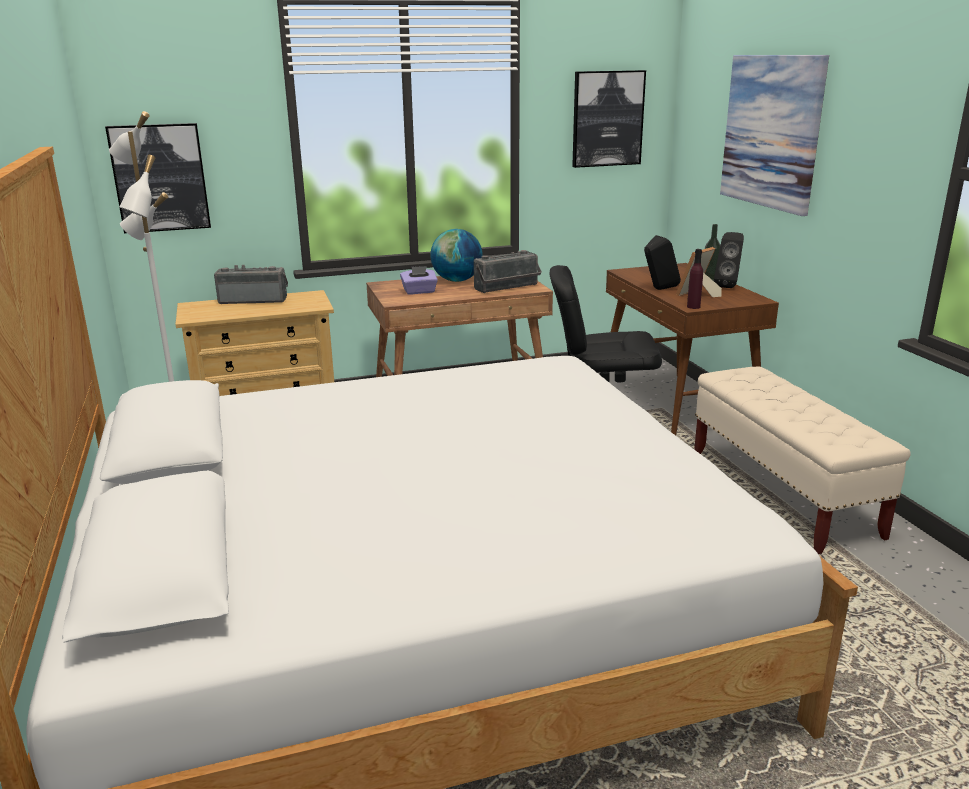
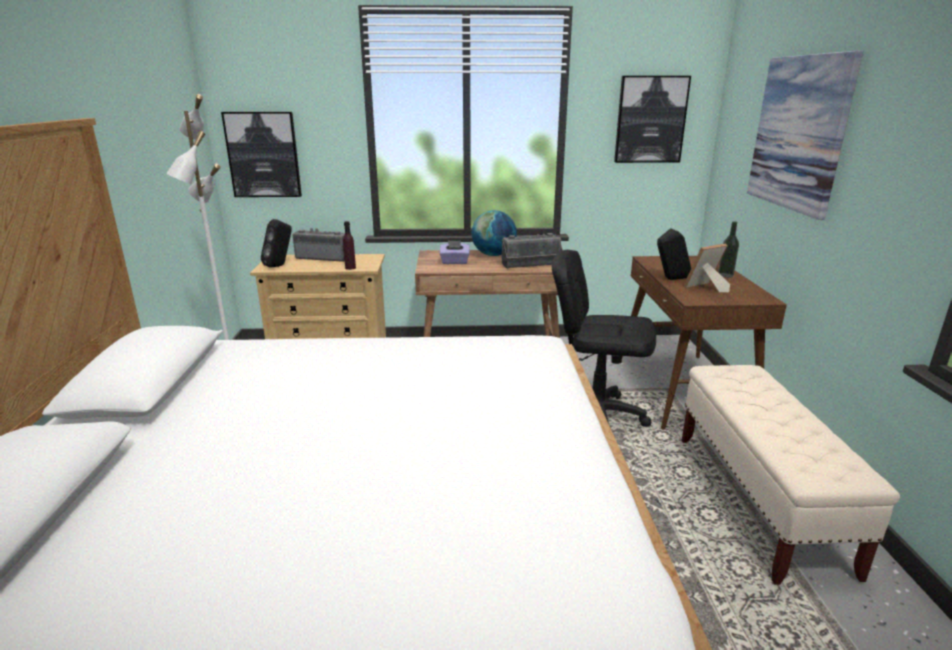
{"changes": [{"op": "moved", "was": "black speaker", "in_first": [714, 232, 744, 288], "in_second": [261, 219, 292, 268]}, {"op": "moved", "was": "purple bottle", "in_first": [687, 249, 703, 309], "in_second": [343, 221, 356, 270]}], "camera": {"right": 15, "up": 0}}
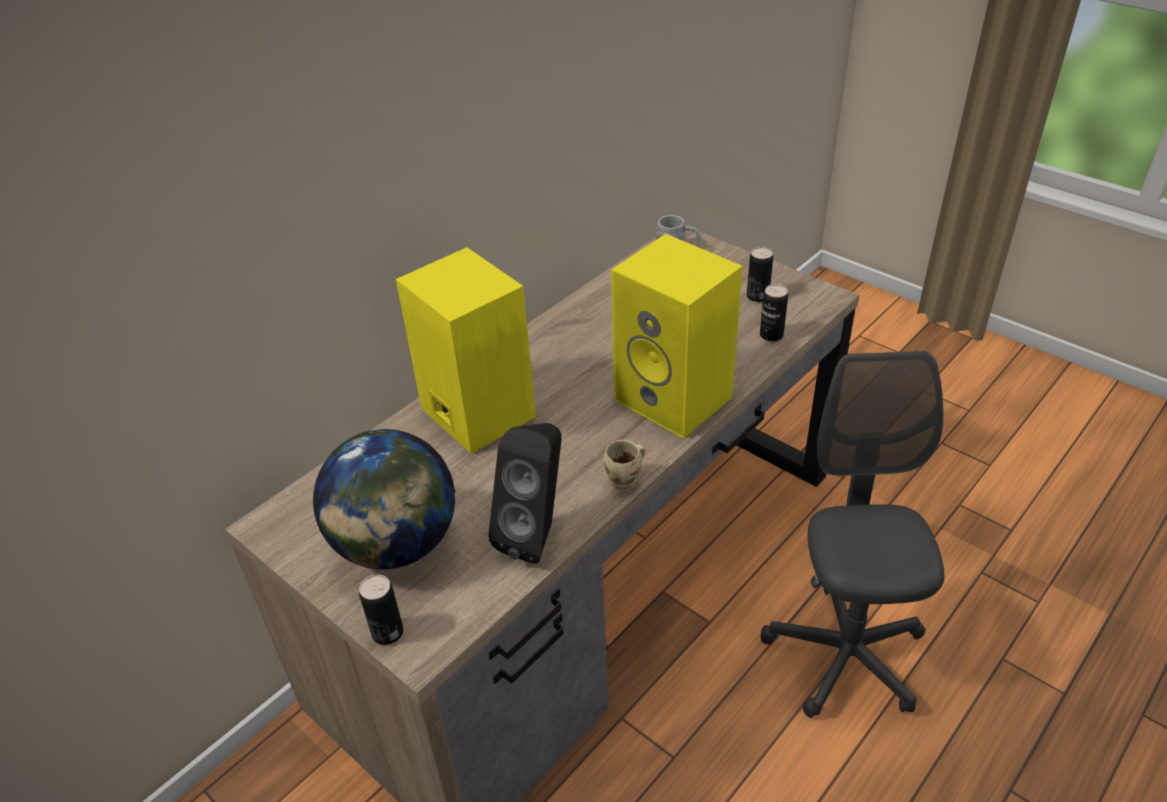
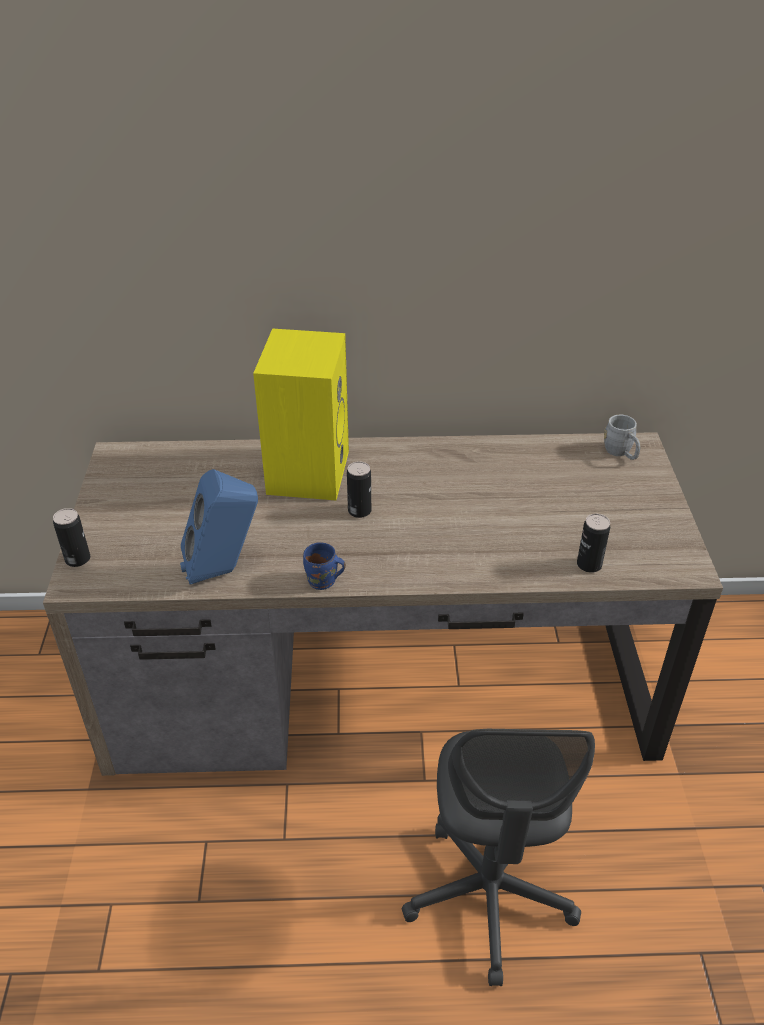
{"changes": [{"op": "removed", "was": "yellow speaker", "in_first": [611, 234, 743, 439]}, {"op": "moved", "was": "can", "in_first": [747, 247, 773, 302], "in_second": [347, 461, 371, 518]}, {"op": "turned", "was": "grey office chair", "in_first": [760, 351, 944, 718], "in_second": [402, 729, 595, 986], "clockwise": 135}, {"op": "recoloured", "was": "black speaker", "now": "blue speaker", "in_first": [488, 423, 562, 564], "in_second": [180, 469, 258, 585]}, {"op": "removed", "was": "globe", "in_first": [313, 429, 455, 569]}, {"op": "recoloured", "was": "beige mug", "now": "blue mug", "in_first": [604, 440, 646, 491], "in_second": [303, 542, 346, 590]}], "camera": {"right": 45, "up": 0}}
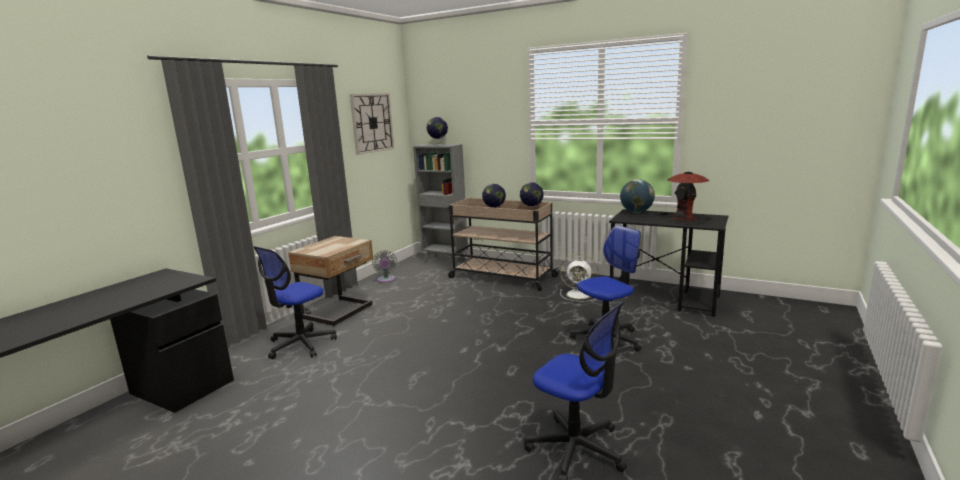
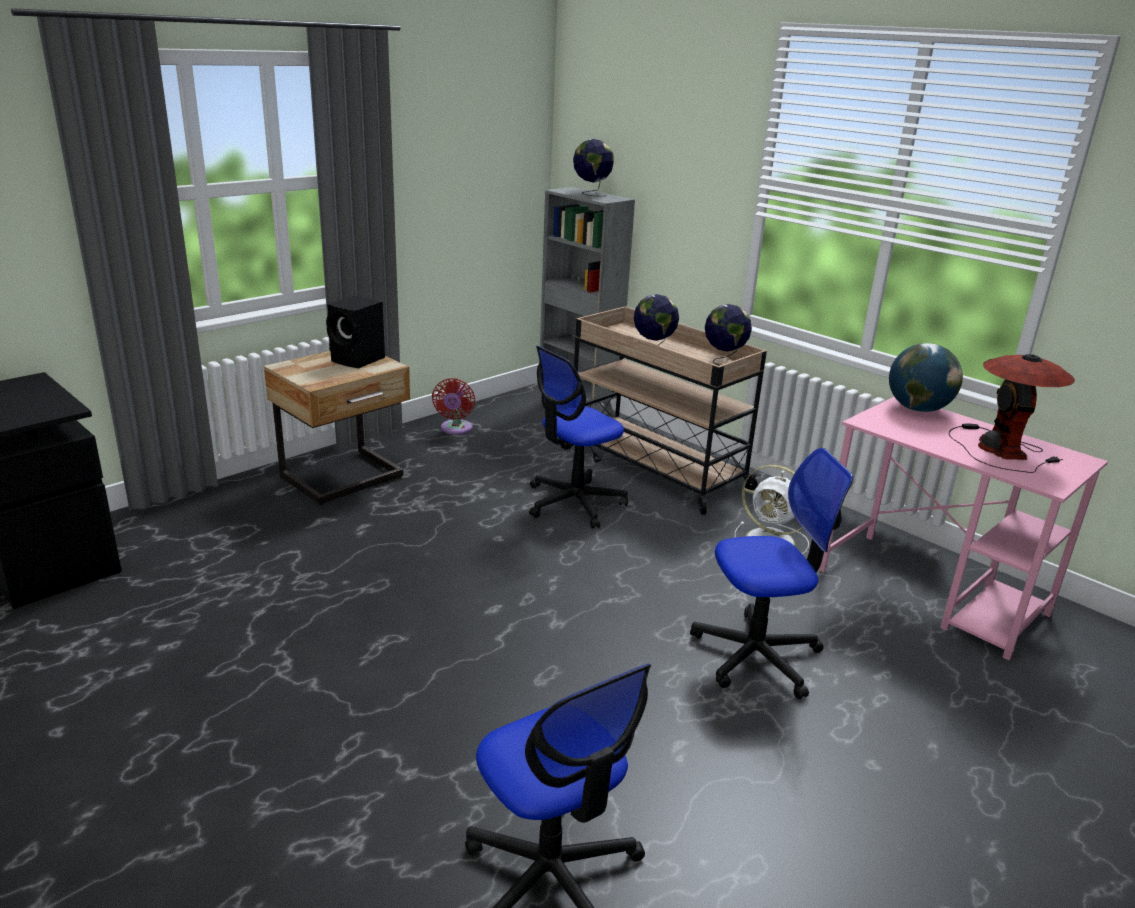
{"changes": [{"op": "removed", "was": "wall clock", "in_first": [350, 93, 394, 155]}, {"op": "recoloured", "was": "black desk", "now": "pink desk", "in_first": [609, 209, 728, 317], "in_second": [819, 397, 1108, 660]}, {"op": "moved", "was": "office chair", "in_first": [254, 246, 337, 359], "in_second": [529, 346, 628, 528]}, {"op": "recoloured", "was": "grey fan", "now": "red fan", "in_first": [372, 250, 397, 283], "in_second": [432, 378, 475, 434]}, {"op": "added", "now": "black speaker", "in_second": [326, 296, 385, 368]}], "camera": {"right": 15, "up": 10}}
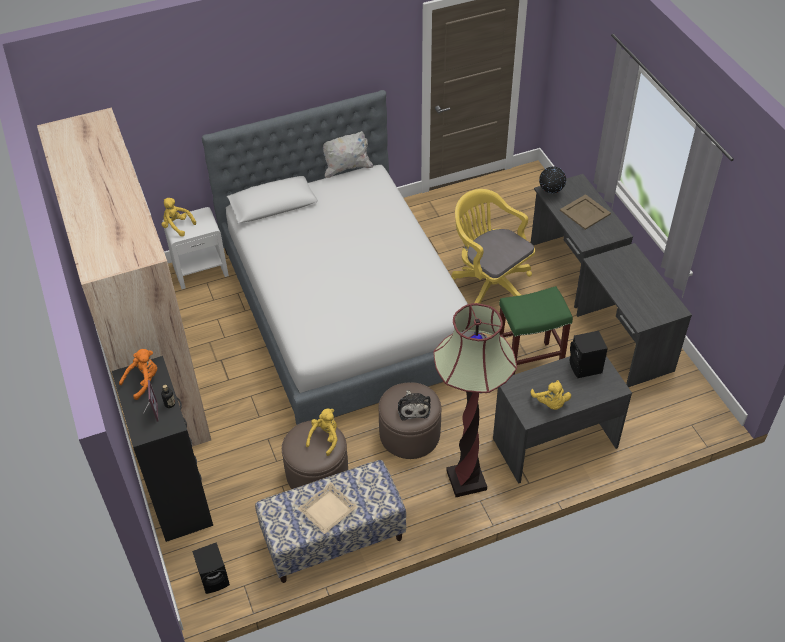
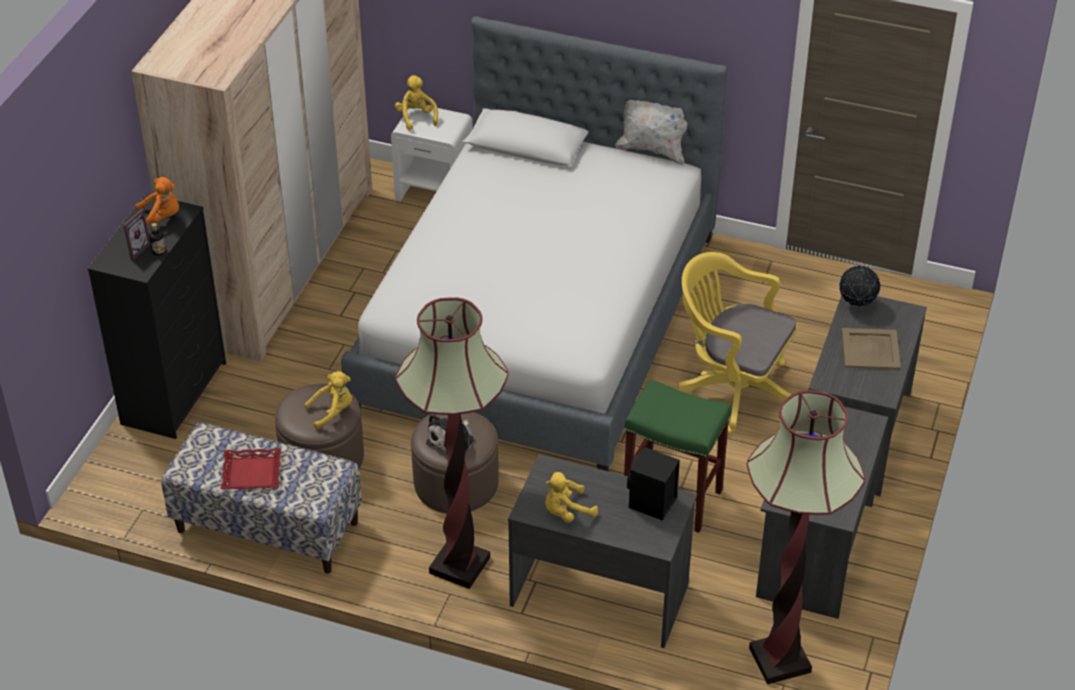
{"changes": [{"op": "turned", "was": "yellow office chair", "in_first": [452, 189, 535, 304], "in_second": [676, 252, 797, 434], "clockwise": -60}, {"op": "turned", "was": "yellow plush toy", "in_first": [530, 380, 571, 410], "in_second": [545, 472, 598, 523], "clockwise": 45}, {"op": "recoloured", "was": "beige tray", "now": "red tray", "in_first": [298, 482, 358, 534], "in_second": [221, 448, 281, 489]}, {"op": "removed", "was": "black speaker", "in_first": [192, 542, 230, 594]}, {"op": "added", "now": "floor lamp", "in_second": [746, 390, 866, 684]}], "camera": {"right": 40, "up": -5}}
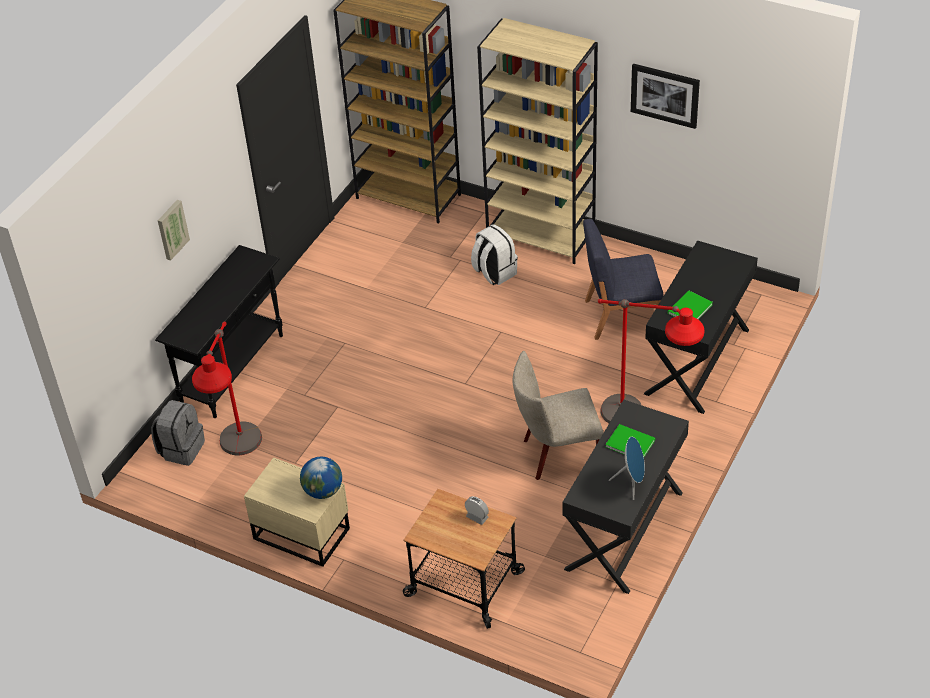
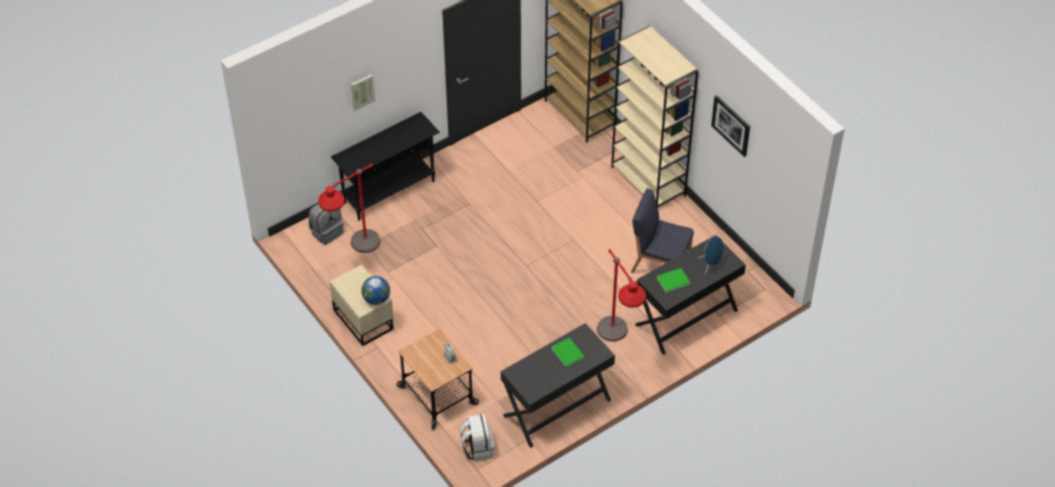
{"changes": [{"op": "moved", "was": "white backpack", "in_first": [471, 224, 518, 285], "in_second": [460, 414, 495, 461]}, {"op": "removed", "was": "beige chair", "in_first": [512, 351, 604, 480]}, {"op": "moved", "was": "blue speaker", "in_first": [609, 437, 645, 500], "in_second": [698, 236, 724, 276]}], "camera": {"right": 25, "up": 5}}
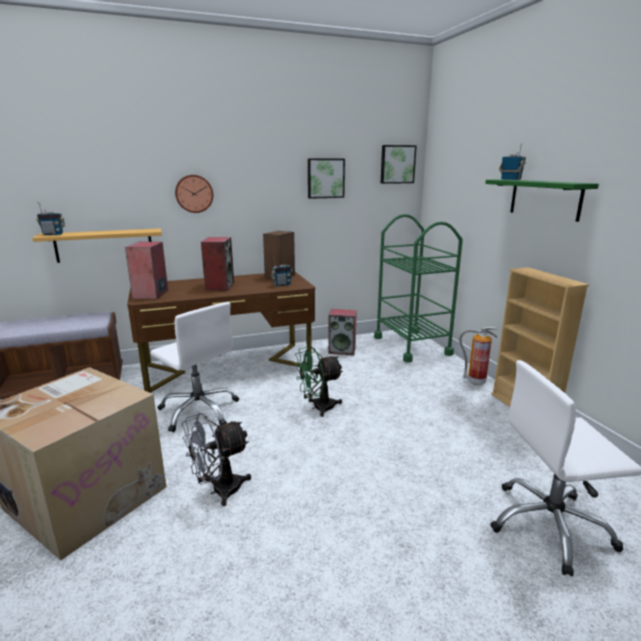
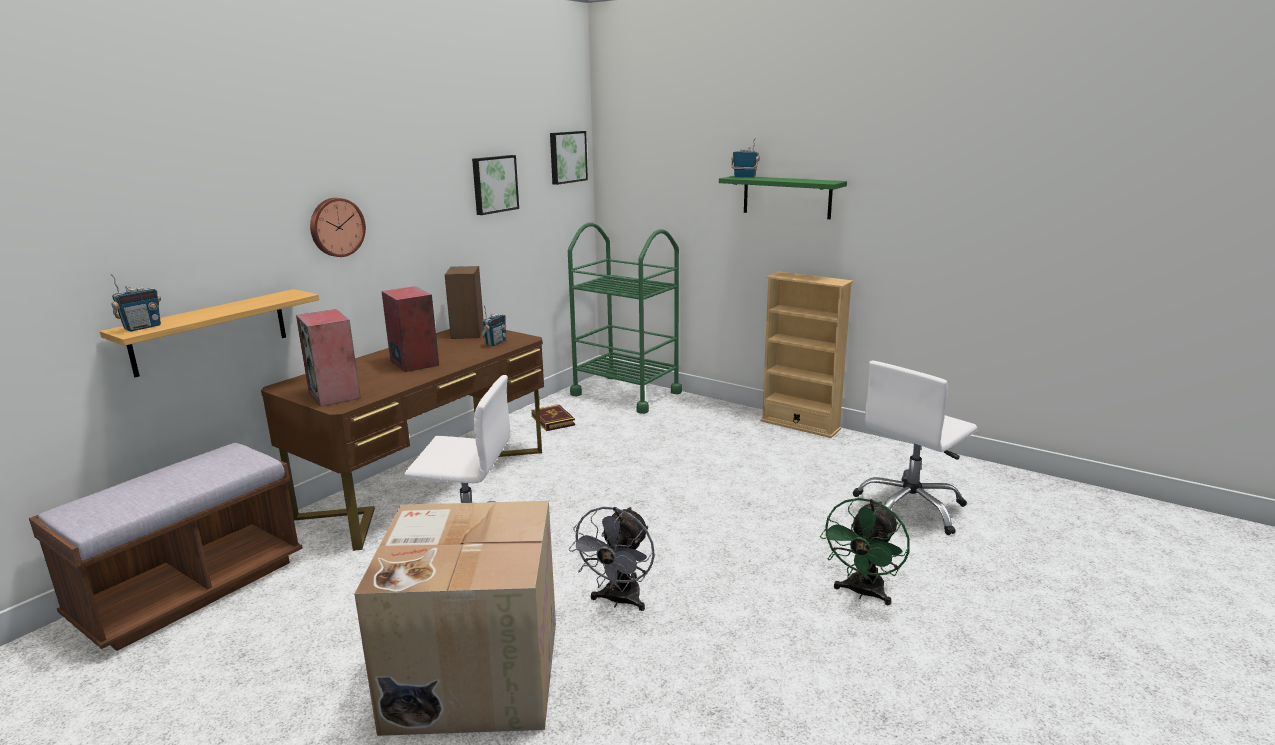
{"changes": [{"op": "replaced", "was": "speaker", "now": "book", "in_first": [328, 309, 357, 355], "in_second": [531, 404, 575, 431]}, {"op": "removed", "was": "fire extinguisher", "in_first": [459, 327, 497, 385]}, {"op": "moved", "was": "green fan", "in_first": [294, 346, 343, 417], "in_second": [820, 498, 910, 605]}], "camera": {"right": -35, "up": 0}}
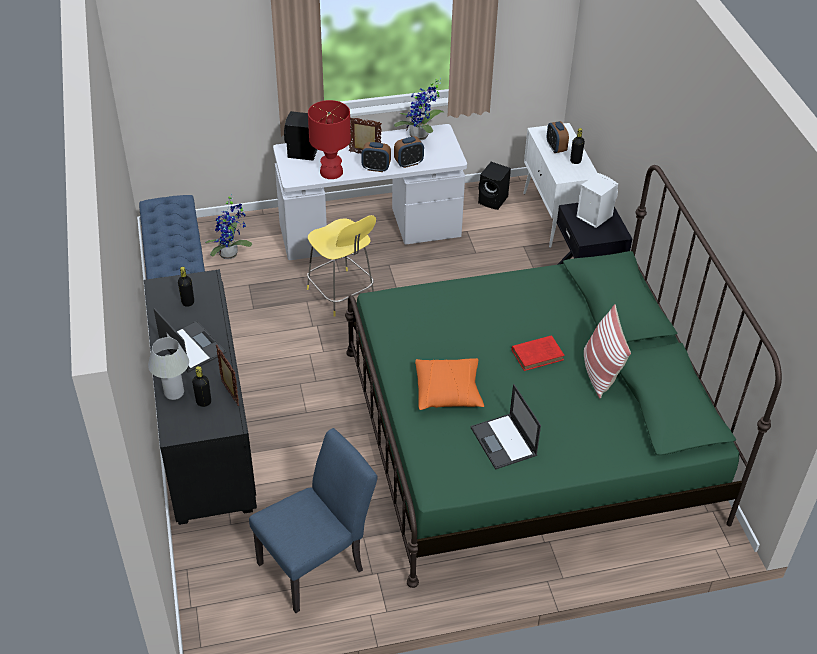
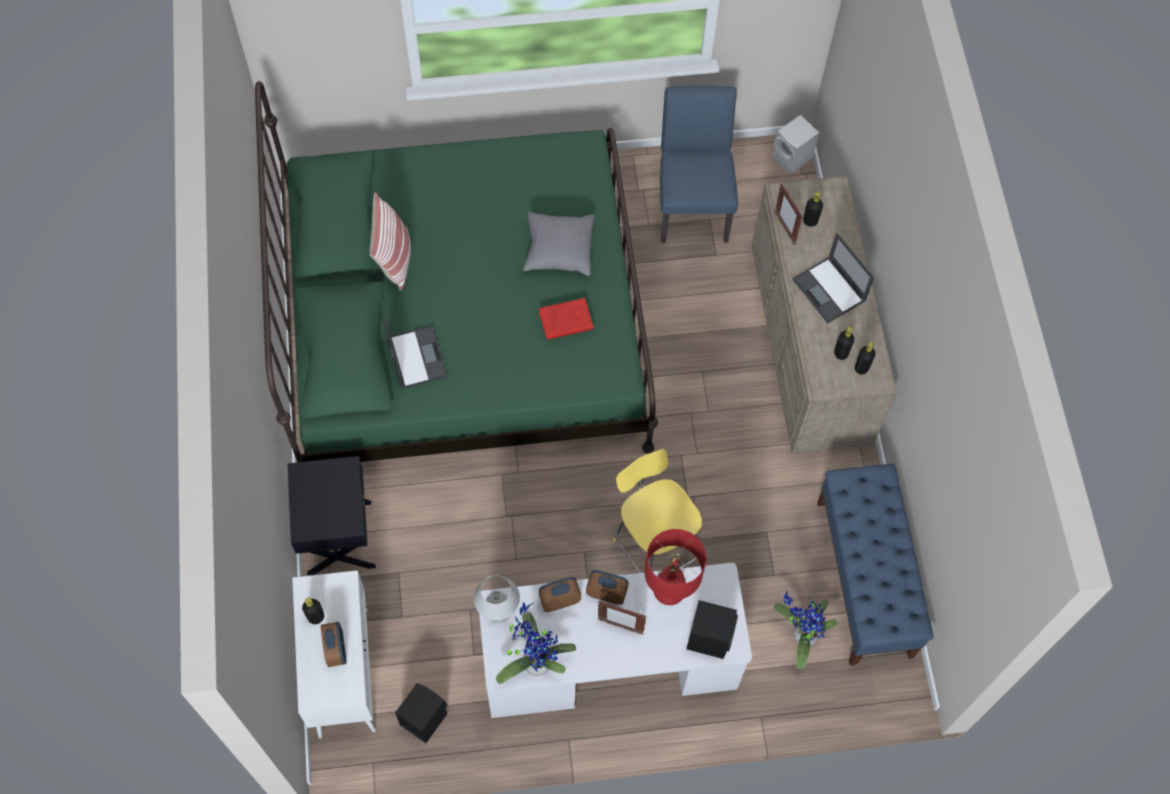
{"changes": [{"op": "moved", "was": "white speaker", "in_first": [576, 173, 618, 228], "in_second": [772, 115, 819, 174]}, {"op": "recoloured", "was": "black dresser", "now": "beige dresser", "in_first": [144, 269, 257, 525], "in_second": [752, 176, 897, 453]}, {"op": "moved", "was": "red book", "in_first": [512, 335, 565, 371], "in_second": [539, 298, 594, 340]}, {"op": "moved", "was": "white table lamp", "in_first": [148, 337, 189, 400], "in_second": [474, 575, 520, 624]}, {"op": "recoloured", "was": "orange pillow", "now": "grey pillow", "in_first": [415, 358, 484, 410], "in_second": [523, 212, 594, 276]}, {"op": "moved", "was": "laptop", "in_first": [471, 384, 541, 470], "in_second": [383, 315, 448, 390]}, {"op": "turned", "was": "blue chair", "in_first": [249, 428, 377, 613], "in_second": [660, 86, 738, 243], "clockwise": 120}, {"op": "added", "now": "black bottle", "in_second": [855, 342, 875, 375]}], "camera": {"right": -175, "up": 20}}
